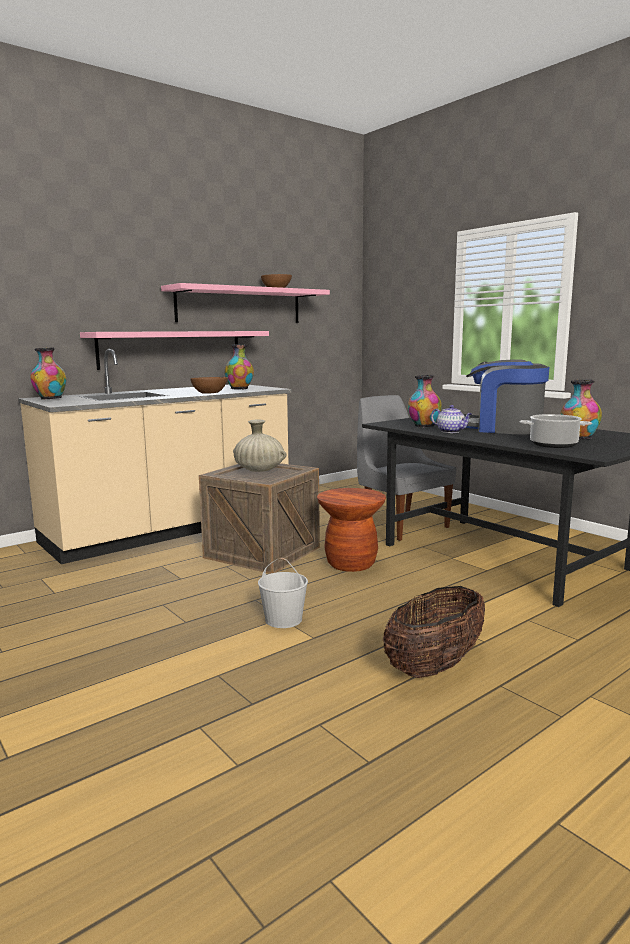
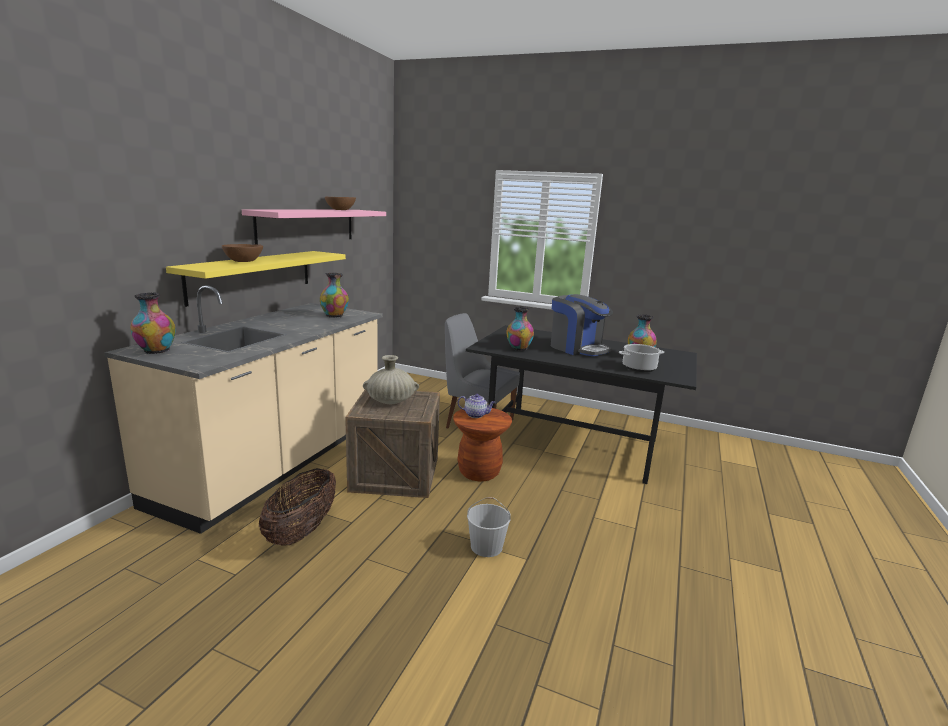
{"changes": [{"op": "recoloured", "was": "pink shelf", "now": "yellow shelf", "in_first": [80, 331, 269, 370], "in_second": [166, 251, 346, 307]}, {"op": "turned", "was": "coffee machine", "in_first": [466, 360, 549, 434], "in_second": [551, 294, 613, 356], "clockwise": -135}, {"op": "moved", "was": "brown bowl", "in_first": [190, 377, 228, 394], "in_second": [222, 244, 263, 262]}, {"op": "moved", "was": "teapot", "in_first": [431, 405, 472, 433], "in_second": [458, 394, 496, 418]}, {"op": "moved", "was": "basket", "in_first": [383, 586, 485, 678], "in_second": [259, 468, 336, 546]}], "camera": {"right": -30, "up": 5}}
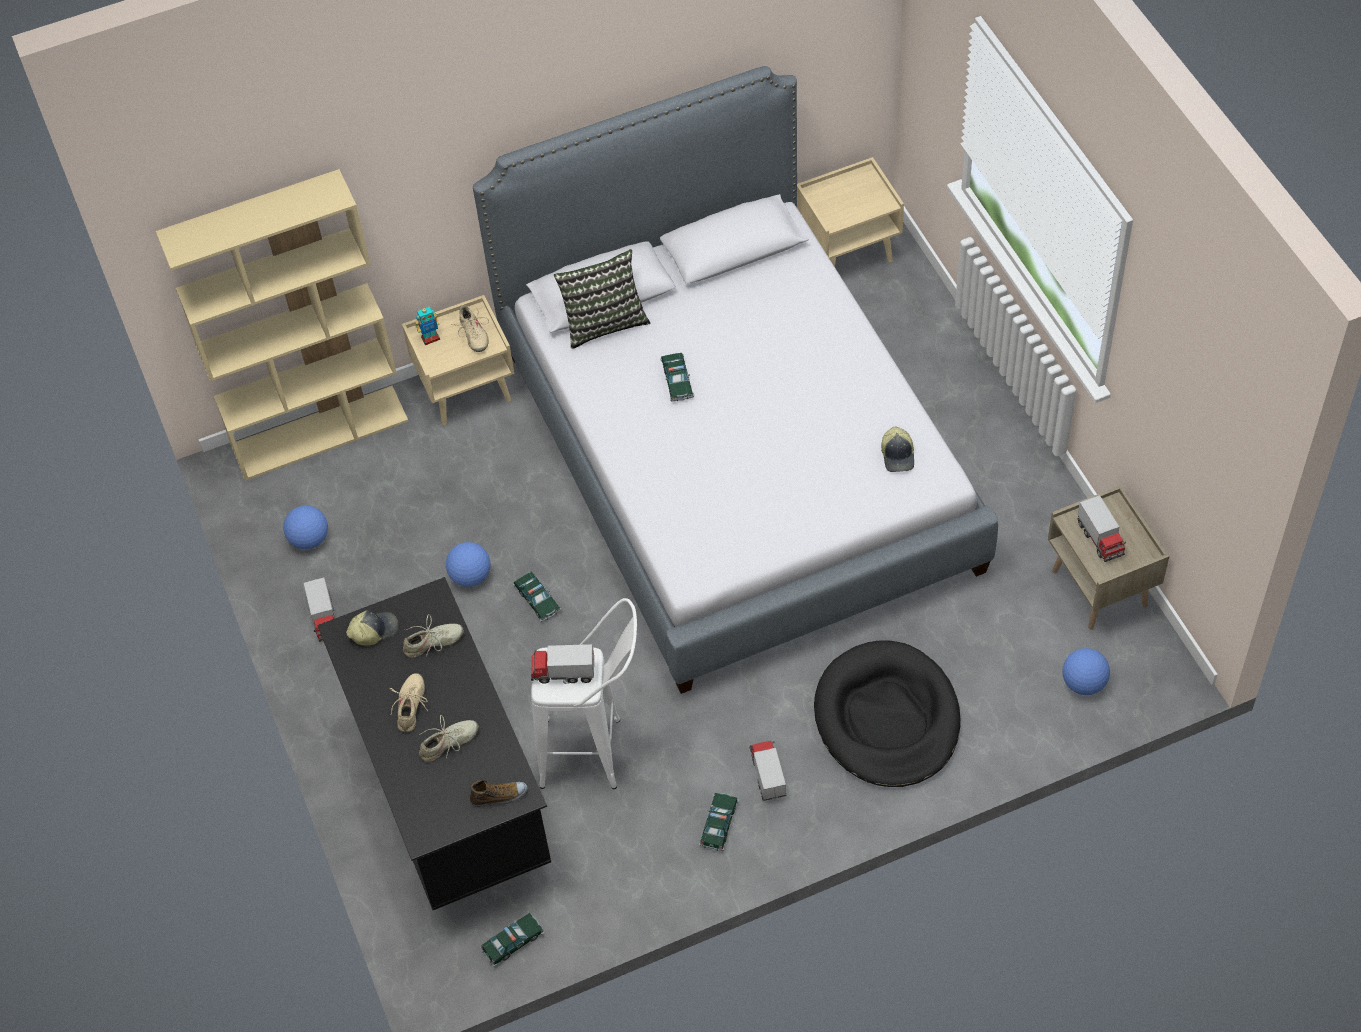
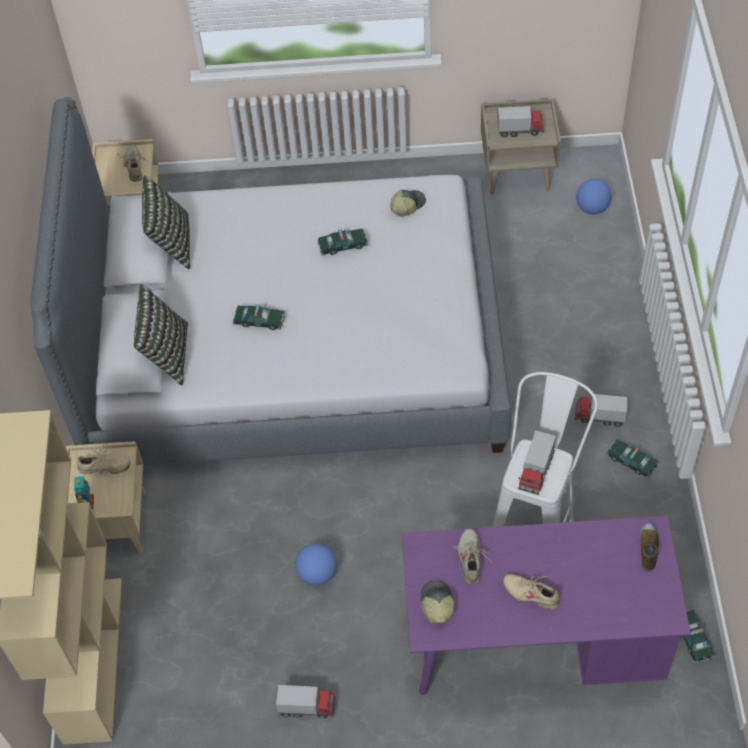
{"changes": [{"op": "turned", "was": "cap", "in_first": [881, 426, 914, 472], "in_second": [390, 190, 426, 217], "clockwise": -60}, {"op": "removed", "was": "football", "in_first": [283, 505, 328, 549]}, {"op": "moved", "was": "toy car", "in_first": [513, 572, 561, 622], "in_second": [318, 228, 368, 255]}, {"op": "recoloured", "was": "black desk", "now": "purple desk", "in_first": [317, 577, 551, 910], "in_second": [402, 516, 691, 695]}, {"op": "removed", "was": "black dog bed", "in_first": [814, 640, 961, 787]}, {"op": "moved", "was": "beige shoe", "in_first": [419, 715, 479, 762], "in_second": [117, 145, 149, 182]}, {"op": "added", "now": "pillow", "in_second": [142, 176, 190, 269]}], "camera": {"right": -70, "up": 0}}
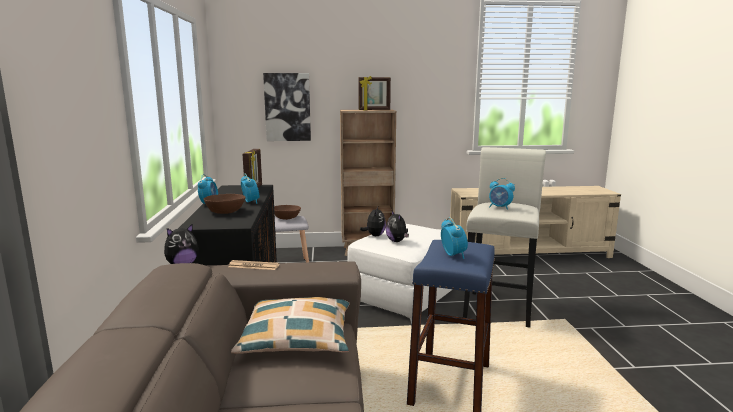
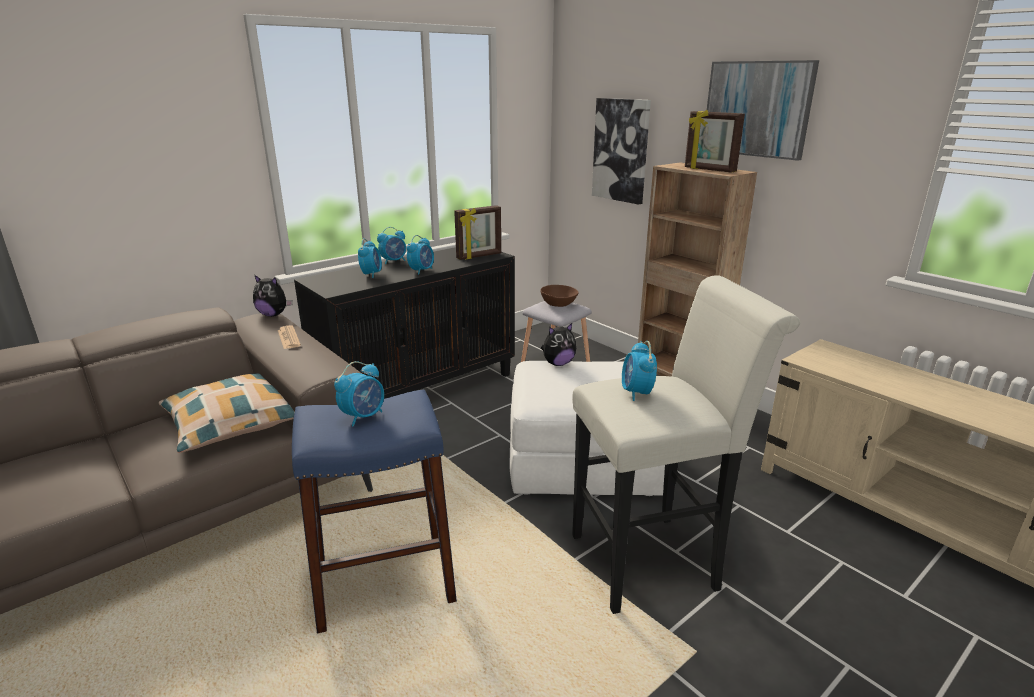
{"changes": [{"op": "replaced", "was": "brown bowl", "now": "alarm clock", "in_first": [204, 194, 246, 214], "in_second": [358, 238, 382, 278]}, {"op": "removed", "was": "plush toy", "in_first": [386, 211, 409, 242]}, {"op": "added", "now": "picture", "in_second": [707, 60, 819, 161]}], "camera": {"right": 55, "up": 10}}
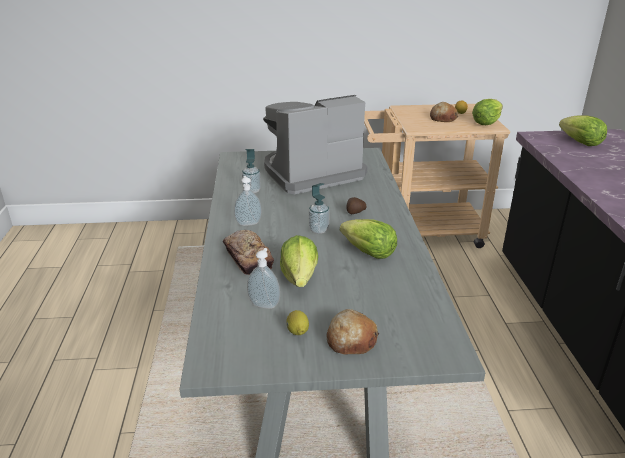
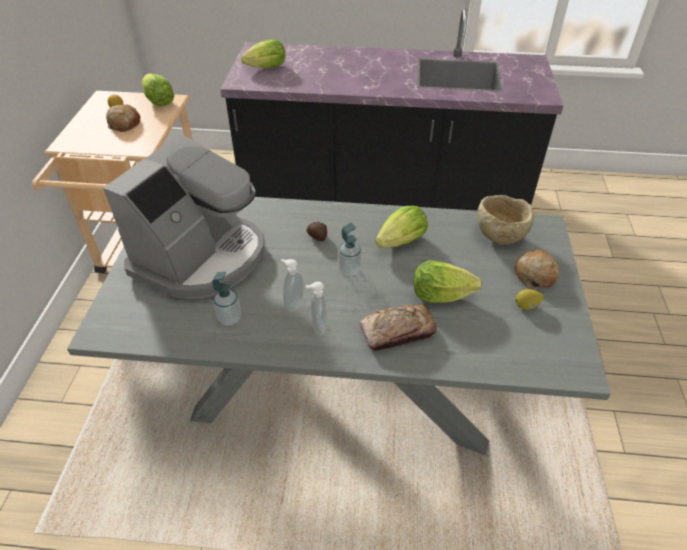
{"changes": [{"op": "turned", "was": "coffee machine", "in_first": [263, 95, 368, 194], "in_second": [103, 134, 264, 299], "clockwise": -135}, {"op": "moved", "was": "soap dispenser", "in_first": [247, 248, 280, 309], "in_second": [281, 259, 304, 312]}, {"op": "added", "now": "beige bowl", "in_second": [478, 195, 534, 245]}], "camera": {"right": -80, "up": 15}}
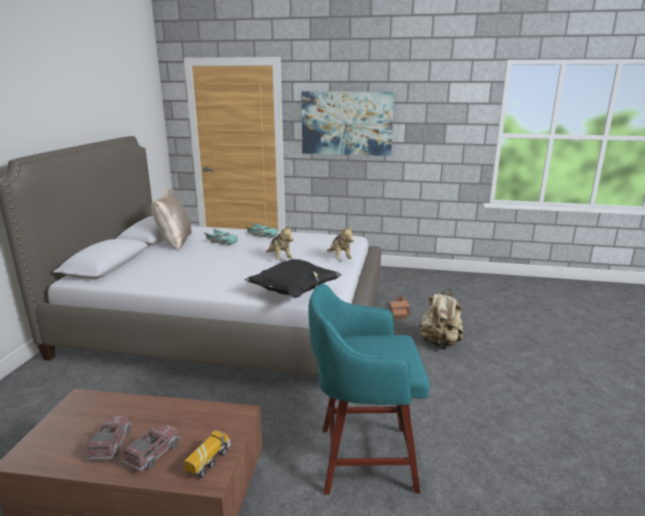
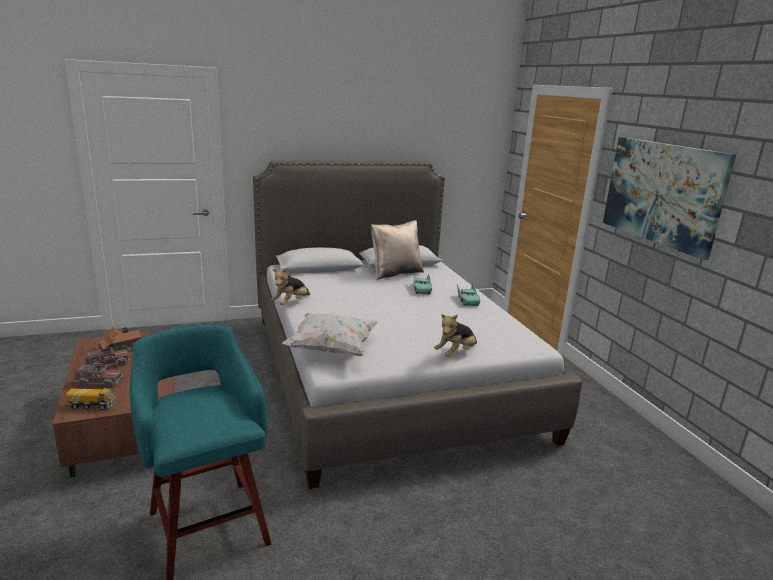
{"changes": [{"op": "moved", "was": "plush toy", "in_first": [266, 225, 294, 259], "in_second": [271, 268, 310, 305]}, {"op": "recoloured", "was": "black pillow", "now": "white pillow", "in_first": [245, 259, 342, 298], "in_second": [282, 313, 378, 356]}, {"op": "removed", "was": "beige backpack", "in_first": [419, 289, 463, 350]}, {"op": "moved", "was": "toy house", "in_first": [389, 295, 411, 320], "in_second": [99, 327, 142, 353]}], "camera": {"right": 60, "up": 0}}
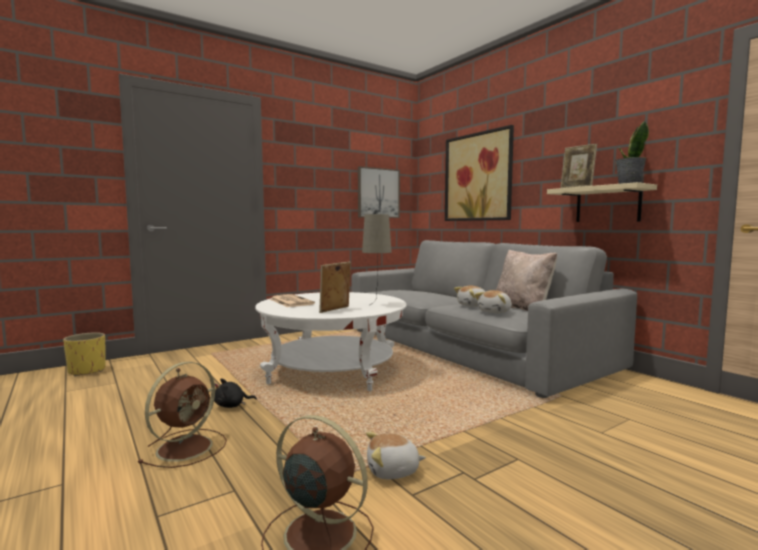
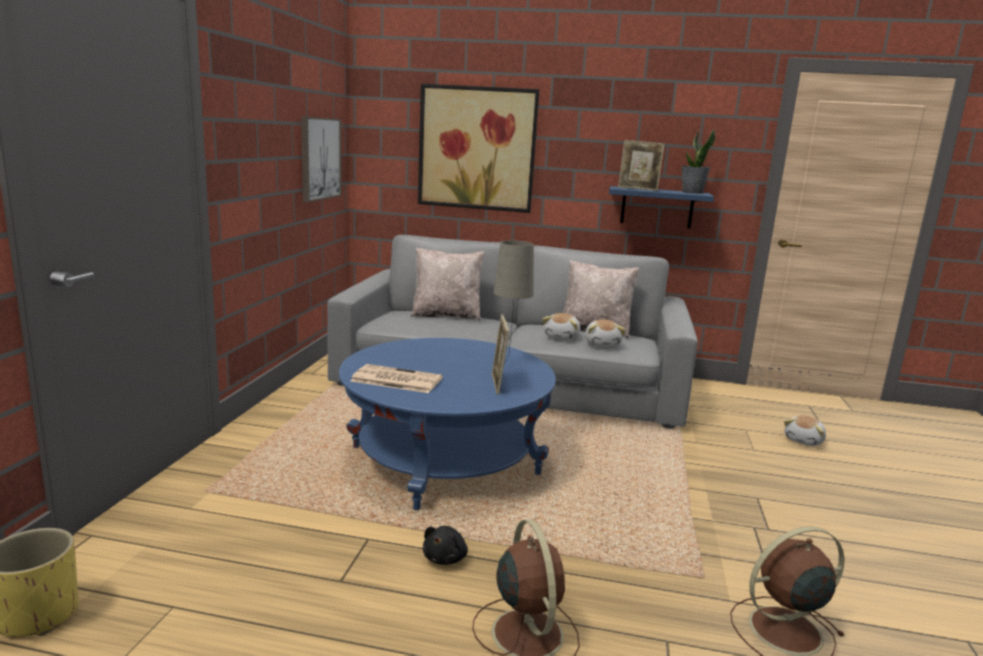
{"changes": [{"op": "recoloured", "was": "beige shelf", "now": "blue shelf", "in_first": [547, 182, 657, 222], "in_second": [609, 186, 714, 229]}, {"op": "recoloured", "was": "white coffee table", "now": "blue coffee table", "in_first": [255, 292, 407, 391], "in_second": [339, 338, 556, 510]}, {"op": "moved", "was": "plush toy", "in_first": [366, 432, 426, 479], "in_second": [784, 415, 826, 446]}, {"op": "added", "now": "beige pillow", "in_second": [410, 247, 484, 321]}], "camera": {"right": -45, "up": 10}}
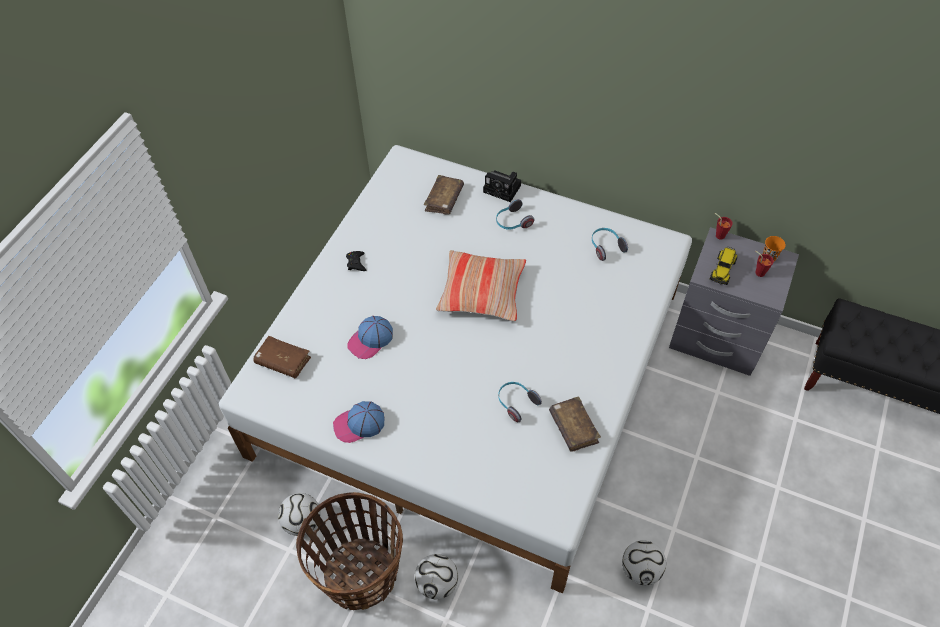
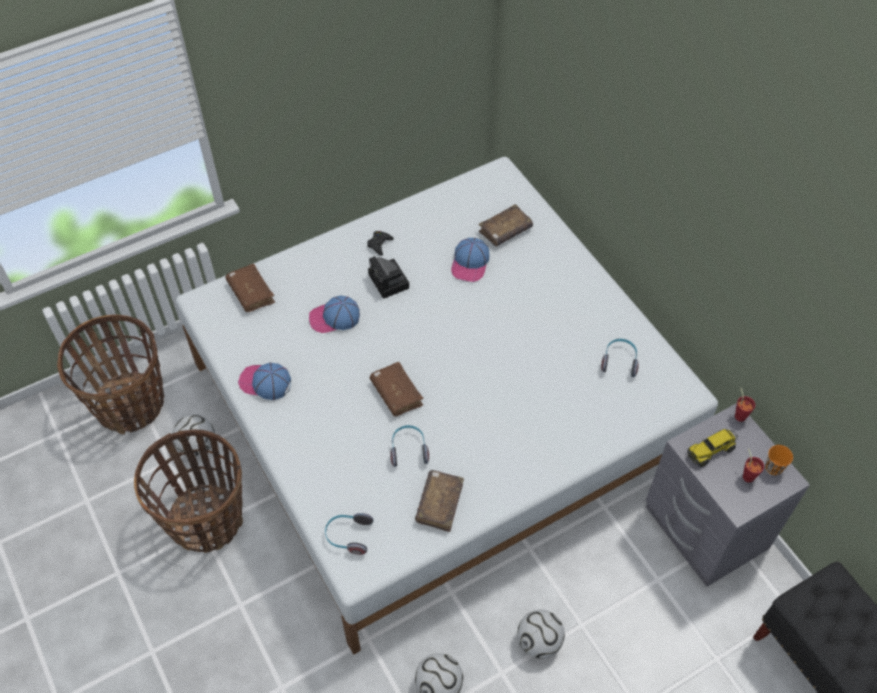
{"changes": [{"op": "moved", "was": "photo camera", "in_first": [483, 170, 521, 202], "in_second": [368, 256, 409, 299]}, {"op": "moved", "was": "headphones", "in_first": [496, 199, 534, 230], "in_second": [325, 513, 373, 555]}, {"op": "removed", "was": "pillow", "in_first": [436, 250, 526, 321]}, {"op": "moved", "was": "football", "in_first": [415, 554, 458, 599], "in_second": [517, 610, 565, 659]}, {"op": "added", "now": "cap", "in_second": [451, 238, 489, 282]}, {"op": "added", "now": "basket", "in_second": [57, 314, 164, 434]}, {"op": "added", "now": "brown book", "in_second": [370, 362, 424, 416]}], "camera": {"right": 35, "up": 0}}
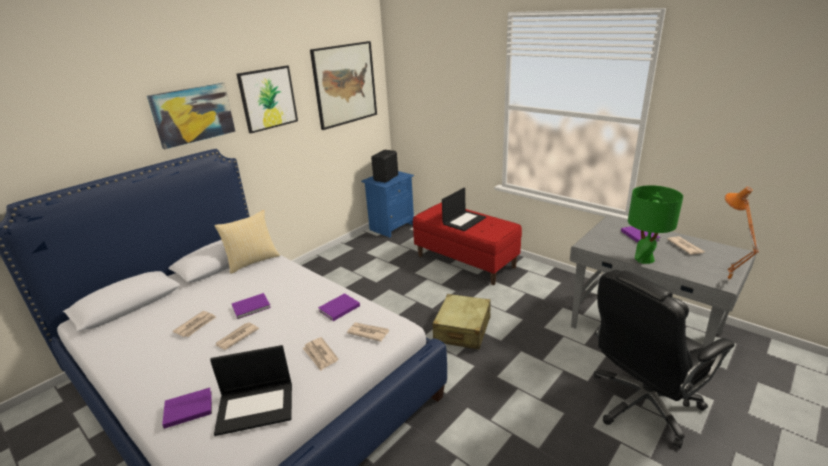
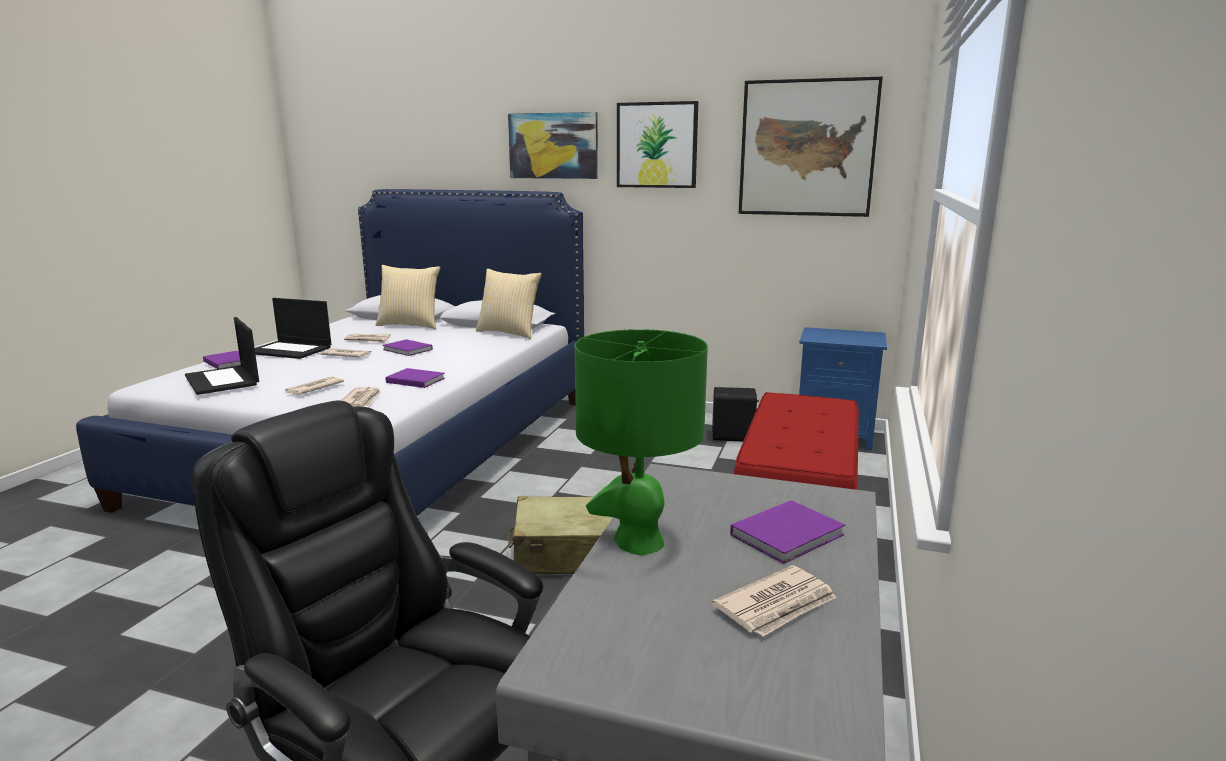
{"changes": [{"op": "moved", "was": "black speaker", "in_first": [371, 150, 398, 183], "in_second": [712, 387, 759, 441]}, {"op": "removed", "was": "orange table lamp", "in_first": [725, 187, 759, 280]}, {"op": "moved", "was": "laptop", "in_first": [442, 188, 486, 231], "in_second": [255, 298, 331, 359]}, {"op": "added", "now": "pillow", "in_second": [376, 265, 441, 329]}], "camera": {"right": 65, "up": -10}}
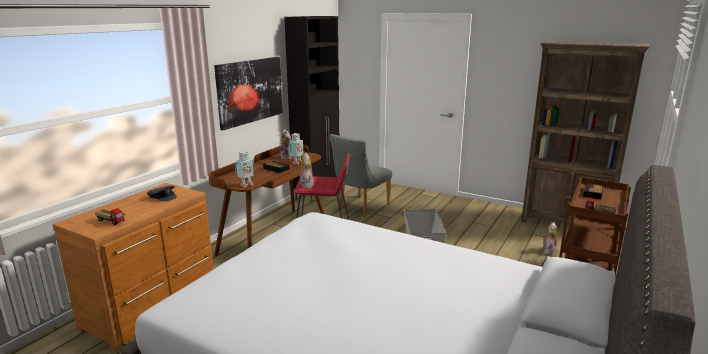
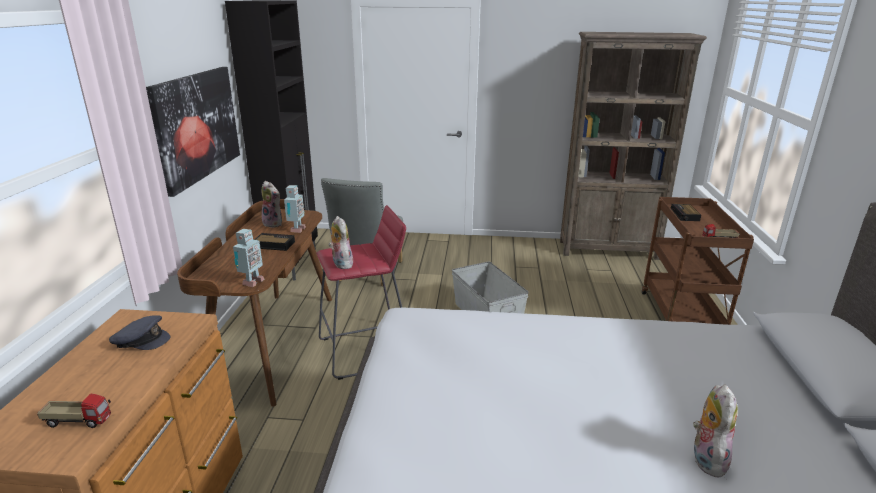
{"changes": [{"op": "moved", "was": "plush toy", "in_first": [543, 222, 557, 255], "in_second": [693, 385, 738, 478]}], "camera": {"right": -25, "up": 5}}
